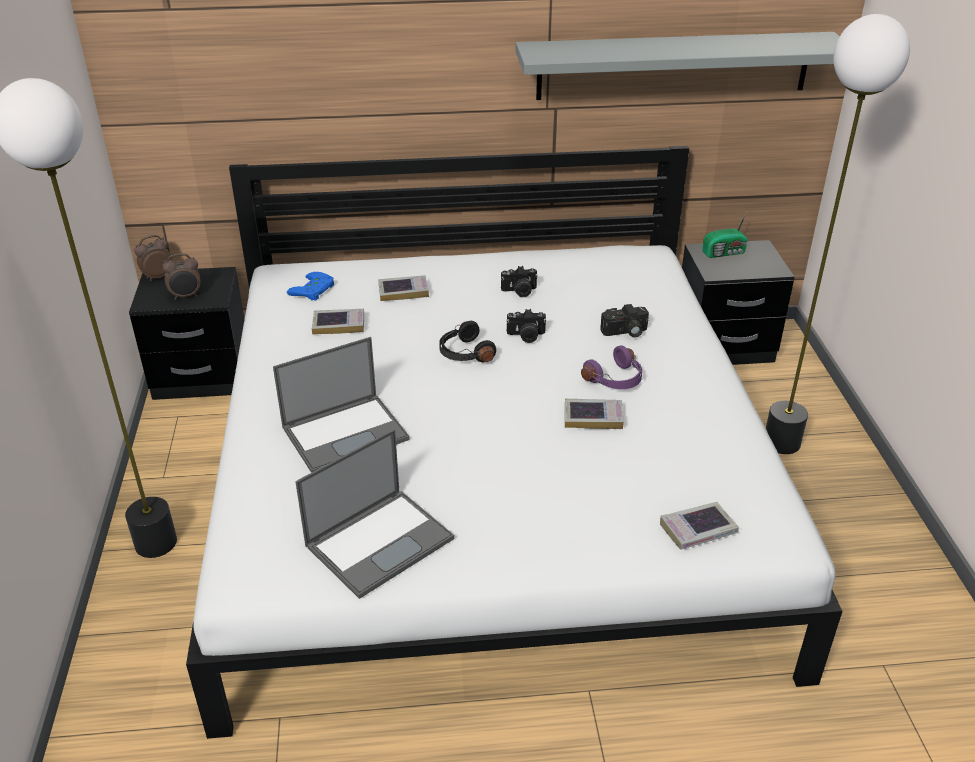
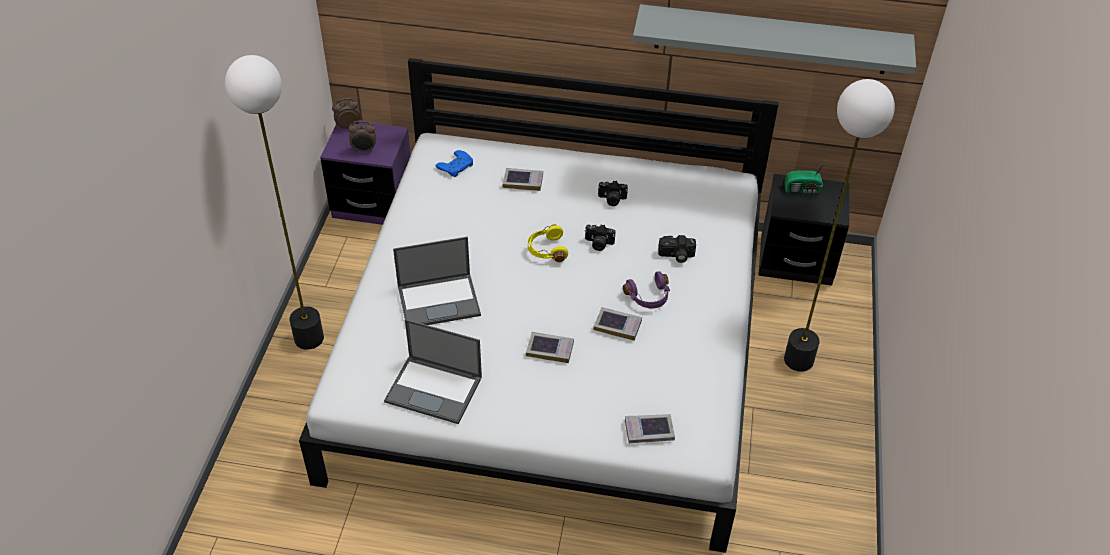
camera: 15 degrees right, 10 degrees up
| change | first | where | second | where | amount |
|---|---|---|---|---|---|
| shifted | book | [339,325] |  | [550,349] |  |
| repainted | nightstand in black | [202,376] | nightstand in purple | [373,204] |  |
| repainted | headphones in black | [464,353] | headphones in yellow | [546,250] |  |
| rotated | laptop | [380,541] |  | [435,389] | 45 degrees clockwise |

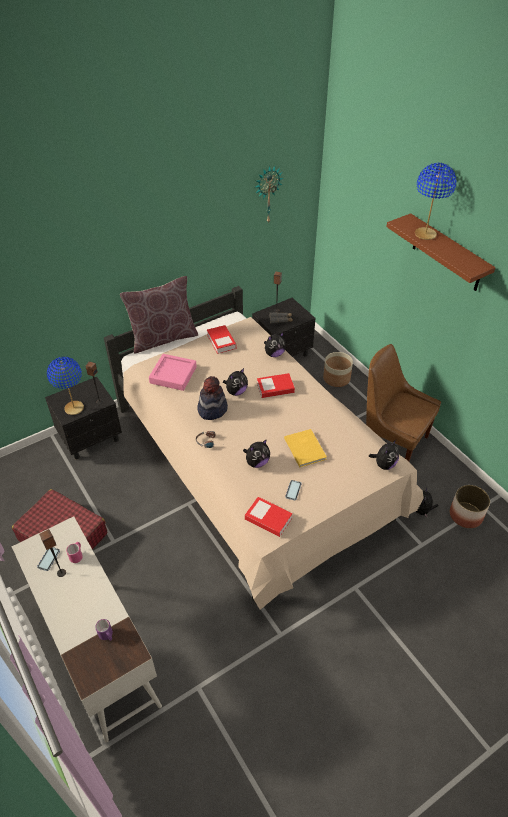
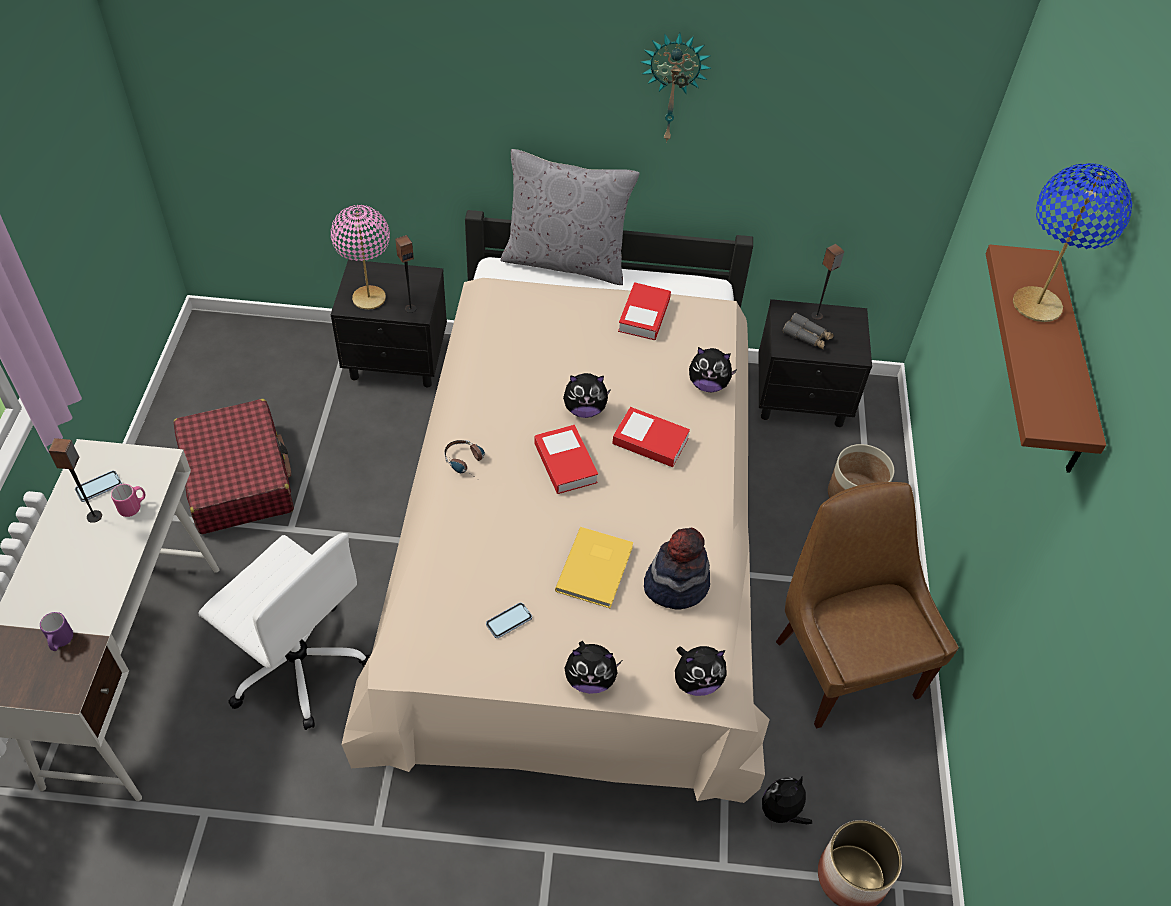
camera: 35 degrees right, 5 degrees up
| change | first | where | second | where | amount |
|---|---|---|---|---|---|
| gone | tray in pink | [173,375] |  |  |  |
| new |  |  | office chair in white | [298,663] |  |
| shifted | hat | [212,409] |  | [676,584] |  |
| shifted | plush toy | [257,462] |  | [590,679] |  |
| shifted | book | [268,519] |  | [565,463] |  |
| shifted | wall clock | [267,194] |  | [673,86] |  |
| repainted | table lamp in blue | [74,408] | table lamp in pink | [369,299] |  |
| repainted | pillow in brown | [163,338] | pillow in grey | [565,261] |  |

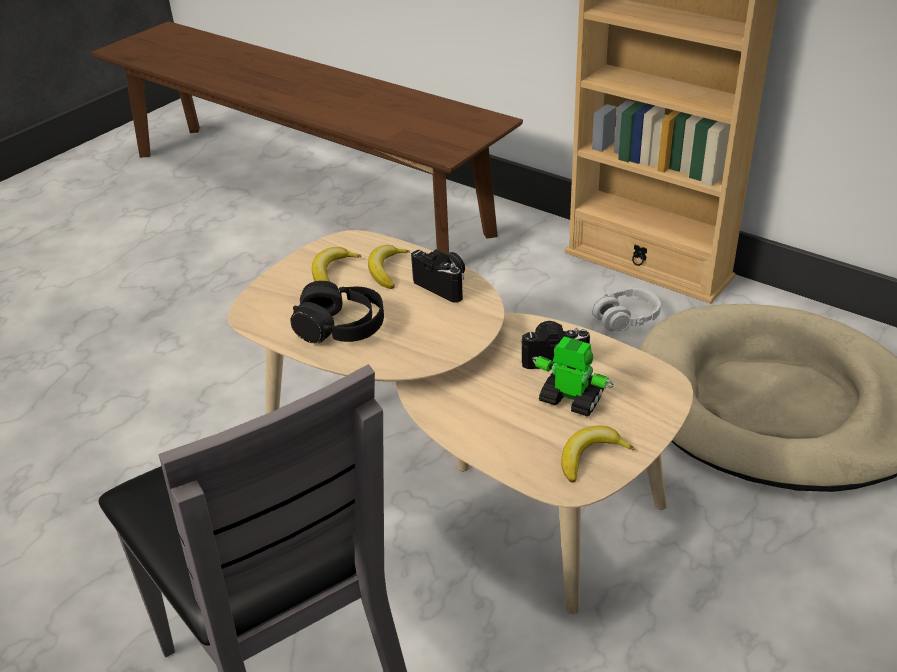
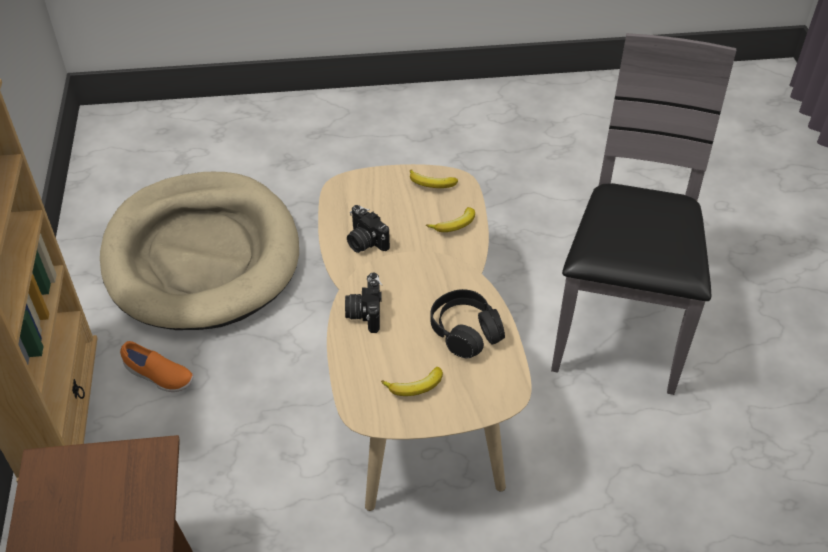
camera: 135 degrees left, 10 degrees up
| change | first | where | second | where | amount |
|---|---|---|---|---|---|
| gone | toy robot | [570,399] |  |  |  |
| shifted | banana | [386,270] |  | [454,225] |  |
| swapped | headphones in grey | [626,318] | shoe in orange | [159,377] |  |

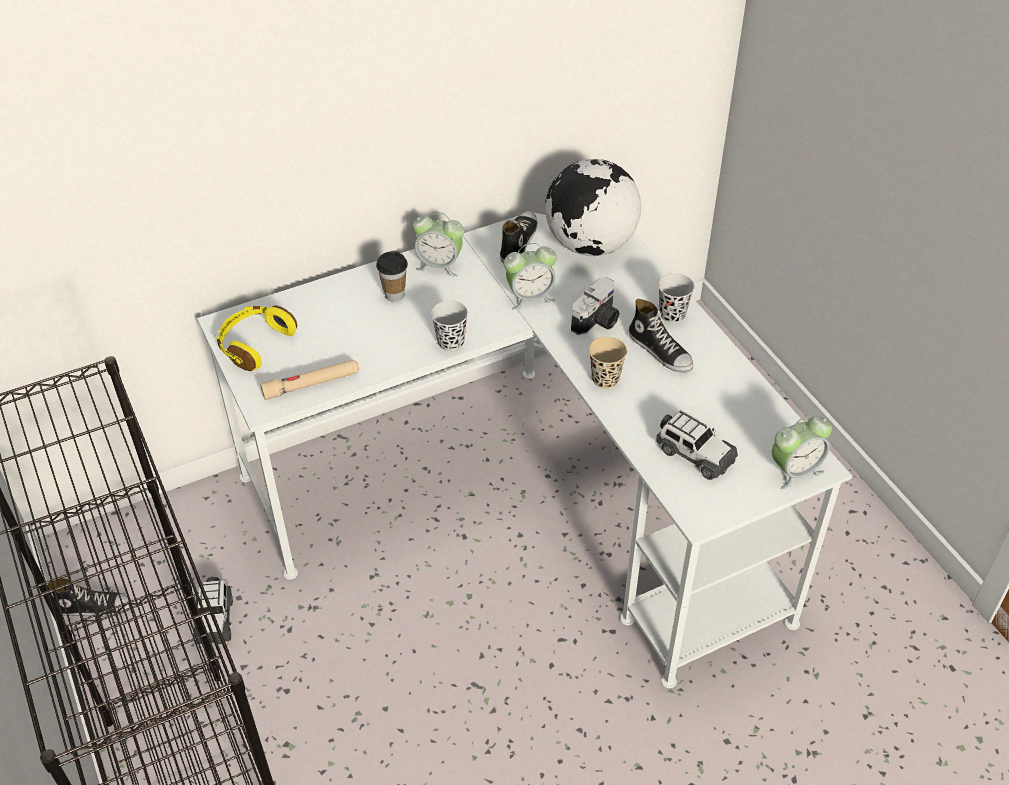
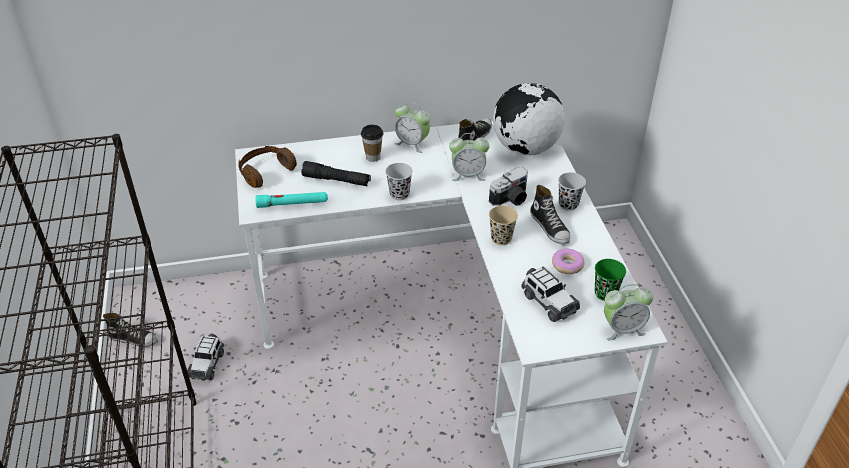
camera: 15 degrees right, 5 degrees down
| change | first | where | second | where | amount |
|---|---|---|---|---|---|
| new |  |  | flashlight in black | [336,180] |  |
| new |  |  | donut | [567,265] |  |
| new |  |  | cup in green | [605,293] |  |
| repainted | headphones in yellow | [254,344] | headphones in brown | [265,172] |  |
| repainted | flashlight in beige | [311,384] | flashlight in turquoise | [292,204] |  |

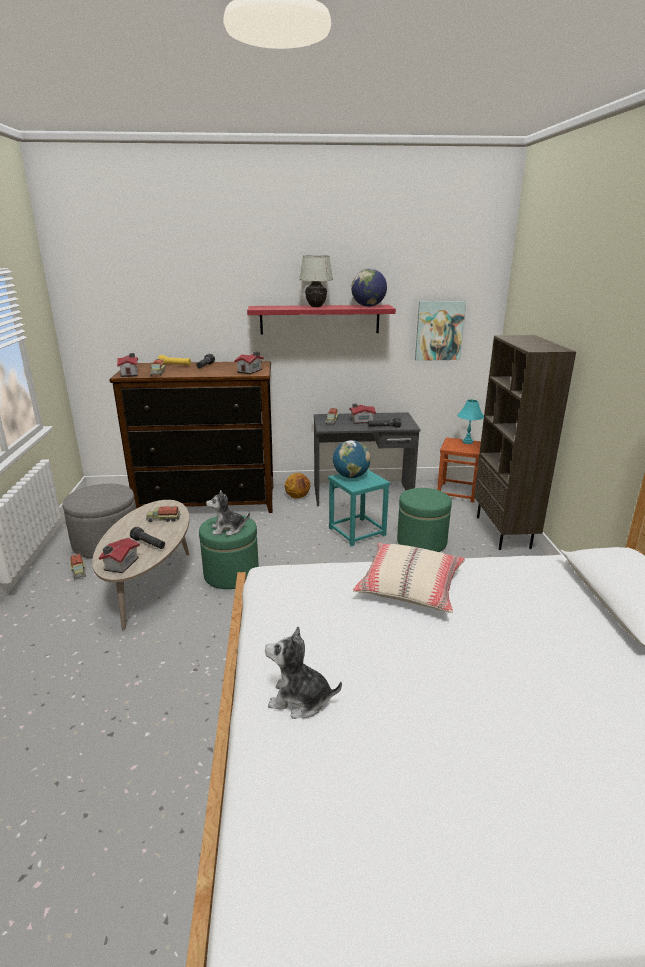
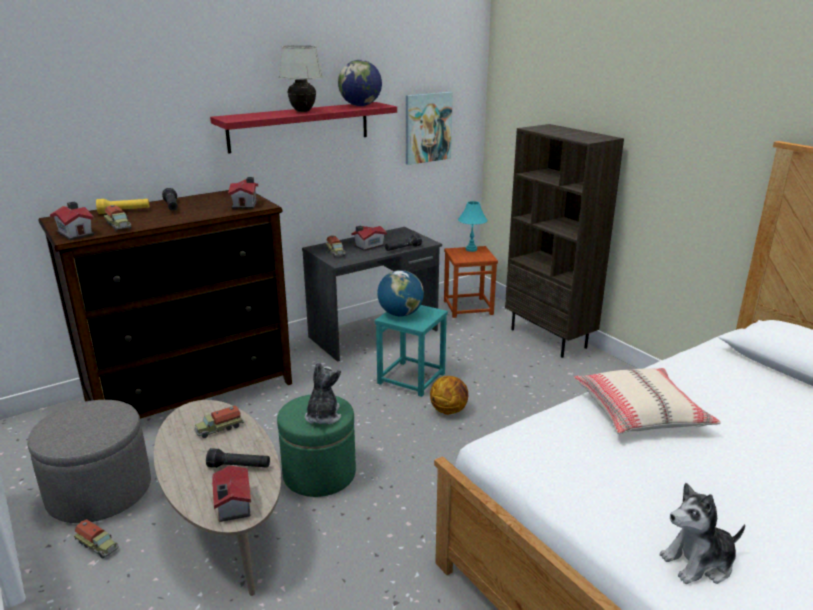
camera: 30 degrees left, 0 degrees up
| change | first | where | second | where | amount |
|---|---|---|---|---|---|
| gone | ottoman in green | [421,542] |  |  |  |
| shifted | basketball | [298,497] |  | [449,410] |  |
| rotated | plush toy | [228,529] |  | [323,416] | 135 degrees clockwise |

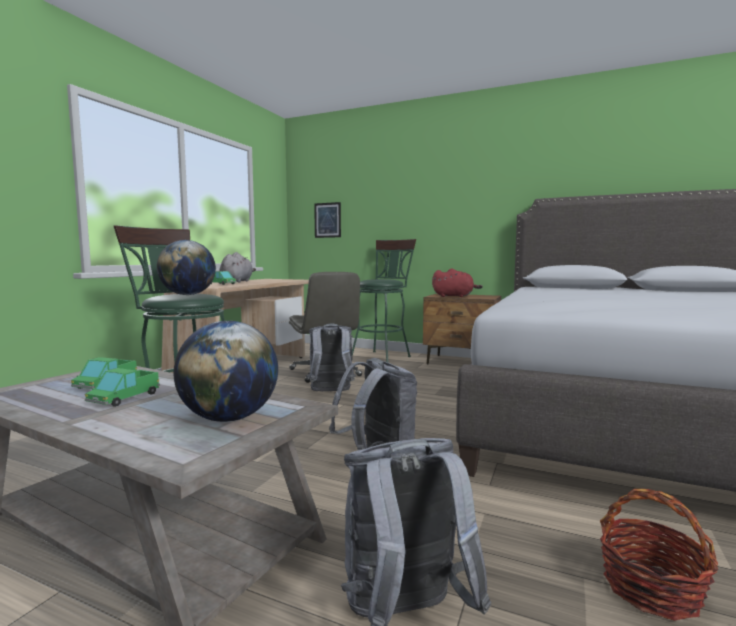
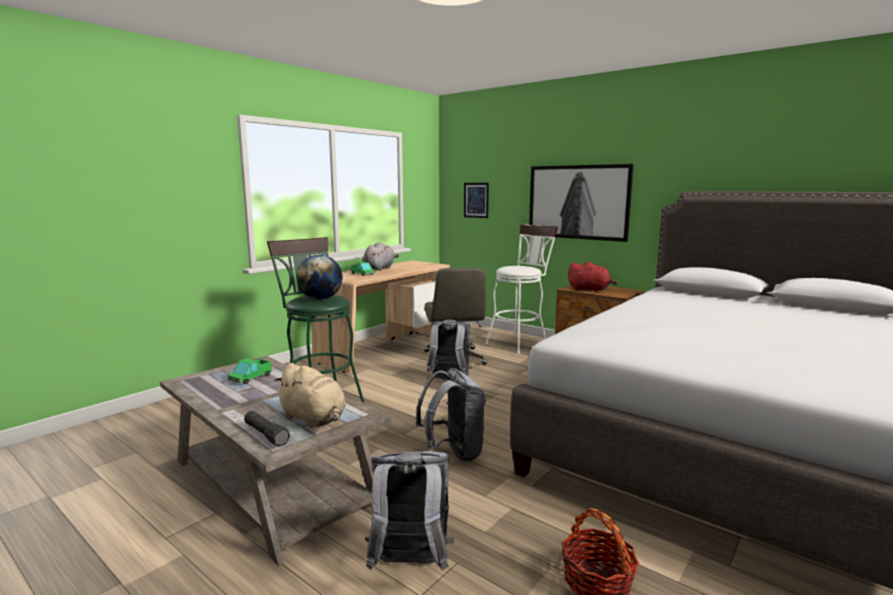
camera: 15 degrees right, 5 degrees up
| change | first | where | second | where | amount |
|---|---|---|---|---|---|
| gone | toy truck | [124,398] |  |  |  |
| new |  |  | flashlight in black | [266,435] |  |
| new |  |  | picture | [578,202] |  |
| swapped | globe | [229,418] | plush toy in beige | [314,419] |  |
| repainted | stool in green | [383,357] | stool in white | [519,343] |  |

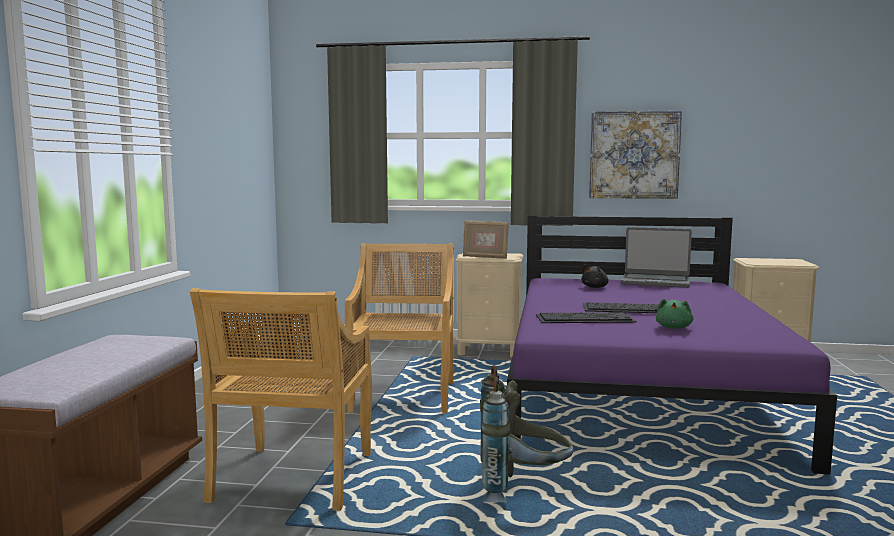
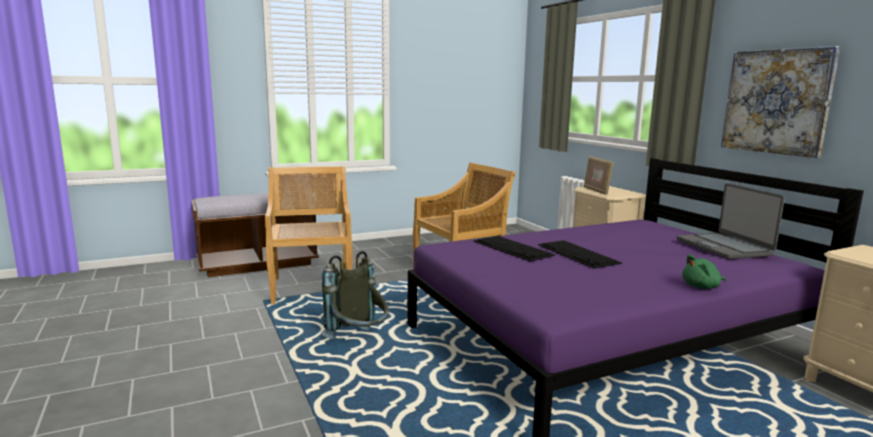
camera: 55 degrees right, 5 degrees up
| change | first | where | second | where | amount |
|---|---|---|---|---|---|
| gone | plush toy in black | [595,287] |  |  |  |
| shifted | plush toy in green | [674,327] |  | [702,287] |  |
| rotated | chair in beige | [293,479] |  | [311,288] | 105 degrees clockwise |

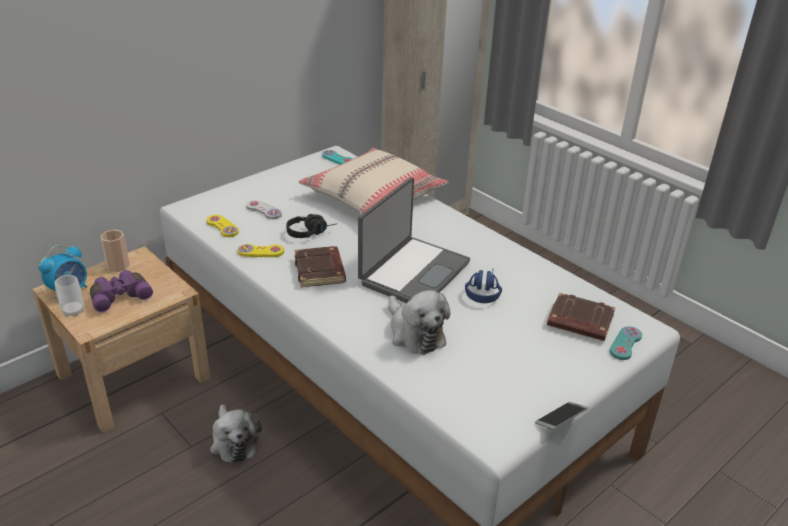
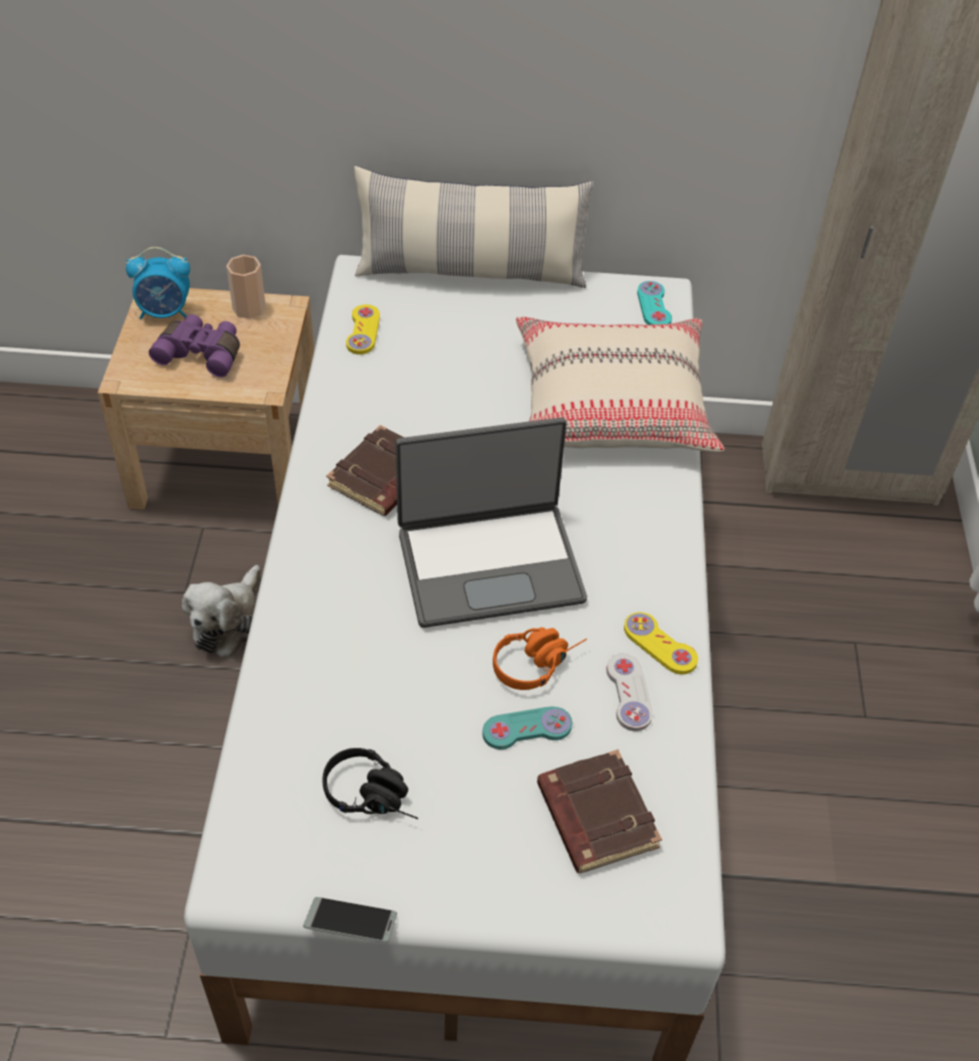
camera: 45 degrees right, 15 degrees up
| change | first | where | second | where | amount |
|---|---|---|---|---|---|
| gone | cup | [73,311] |  |  |  |
| gone | plush toy | [415,333] |  |  |  |
| new |  |  | pillow | [471,272] |  |
| shifted | game controller in yellow | [260,252] |  | [660,645] |  |
| shifted | game controller in white | [264,211] |  | [628,693] |  |
| shifted | headphones in black | [311,232] |  | [375,796] |  |
| shifted | game controller in turquoise | [625,344] |  | [527,729] |  |
| repainted | headphones in blue | [483,291] | headphones in orange | [537,662] |  |

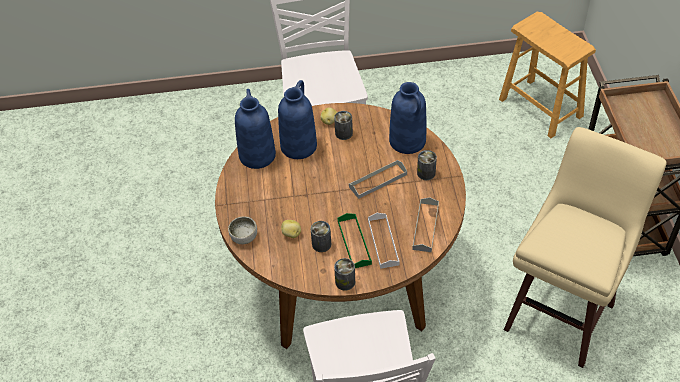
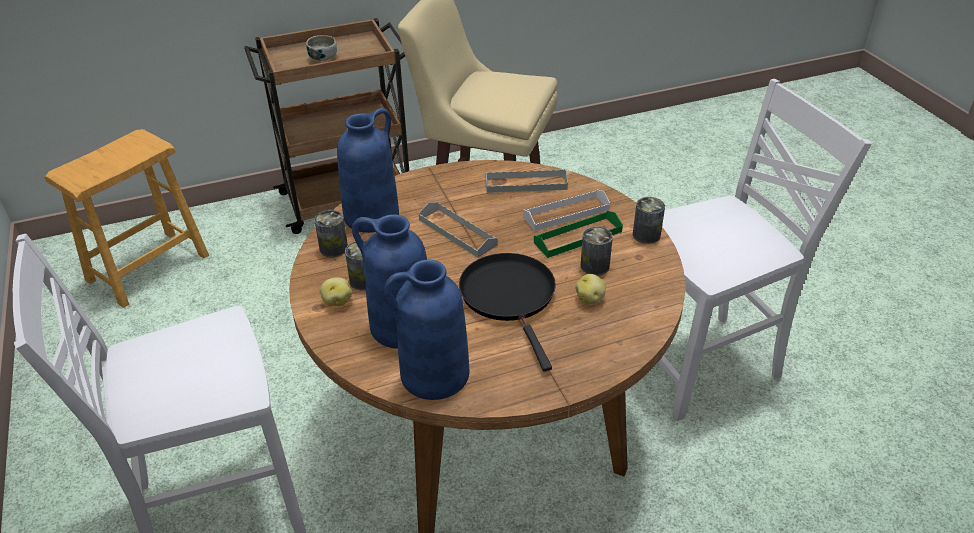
camera: 105 degrees left, 10 degrees down
| change | first | where | second | where | amount |
|---|---|---|---|---|---|
| new |  |  | frying pan in black | [510,297] |  |
| shifted | bowl | [244,237] |  | [323,58] |  |
| shifted | can | [426,173] |  | [333,248] |  |

